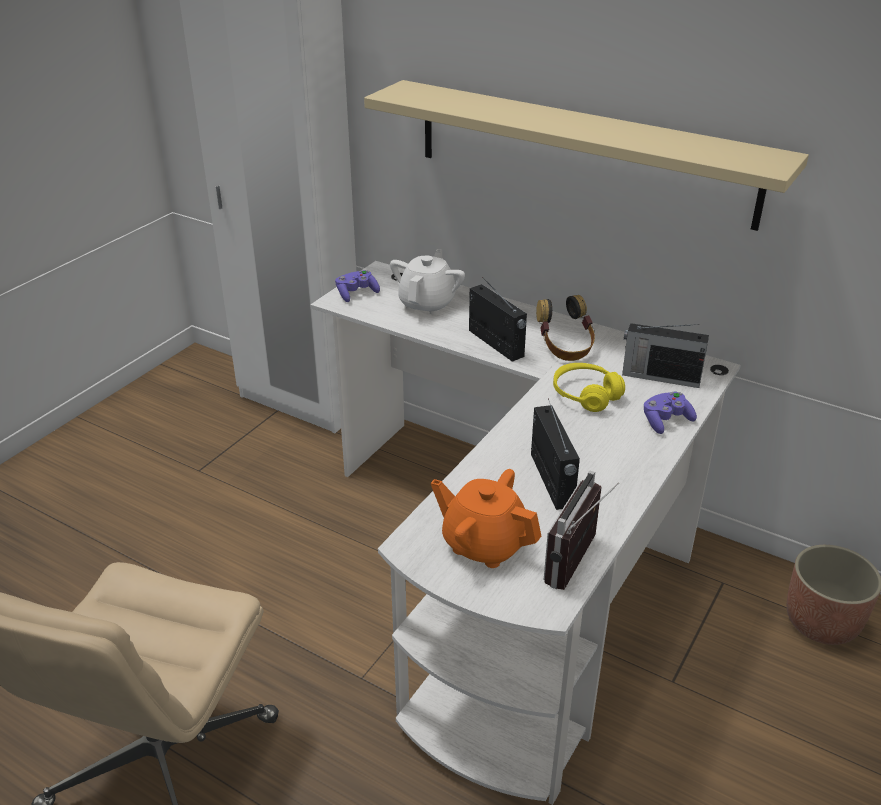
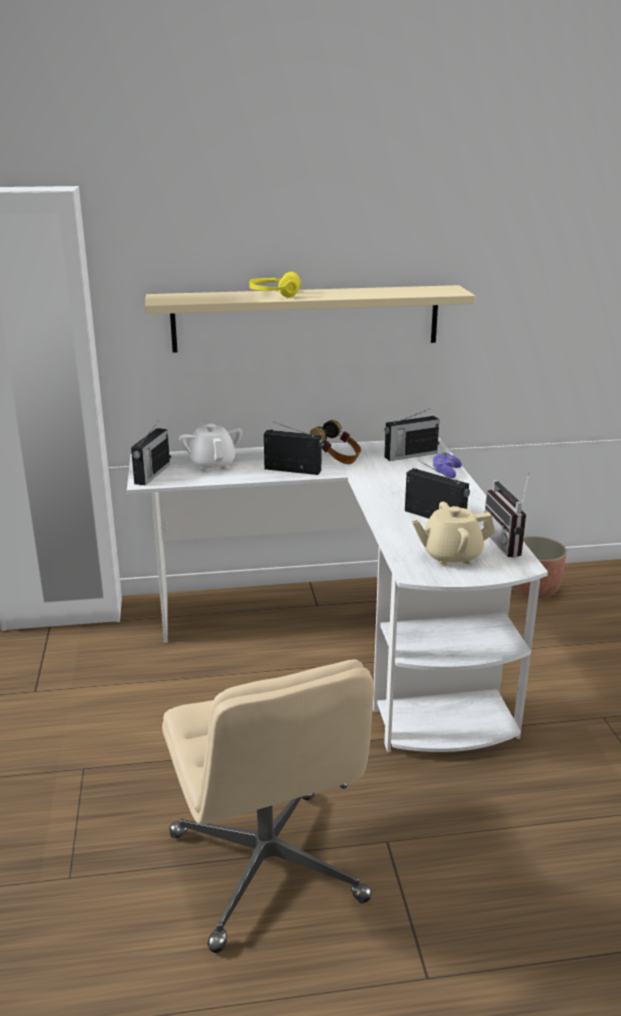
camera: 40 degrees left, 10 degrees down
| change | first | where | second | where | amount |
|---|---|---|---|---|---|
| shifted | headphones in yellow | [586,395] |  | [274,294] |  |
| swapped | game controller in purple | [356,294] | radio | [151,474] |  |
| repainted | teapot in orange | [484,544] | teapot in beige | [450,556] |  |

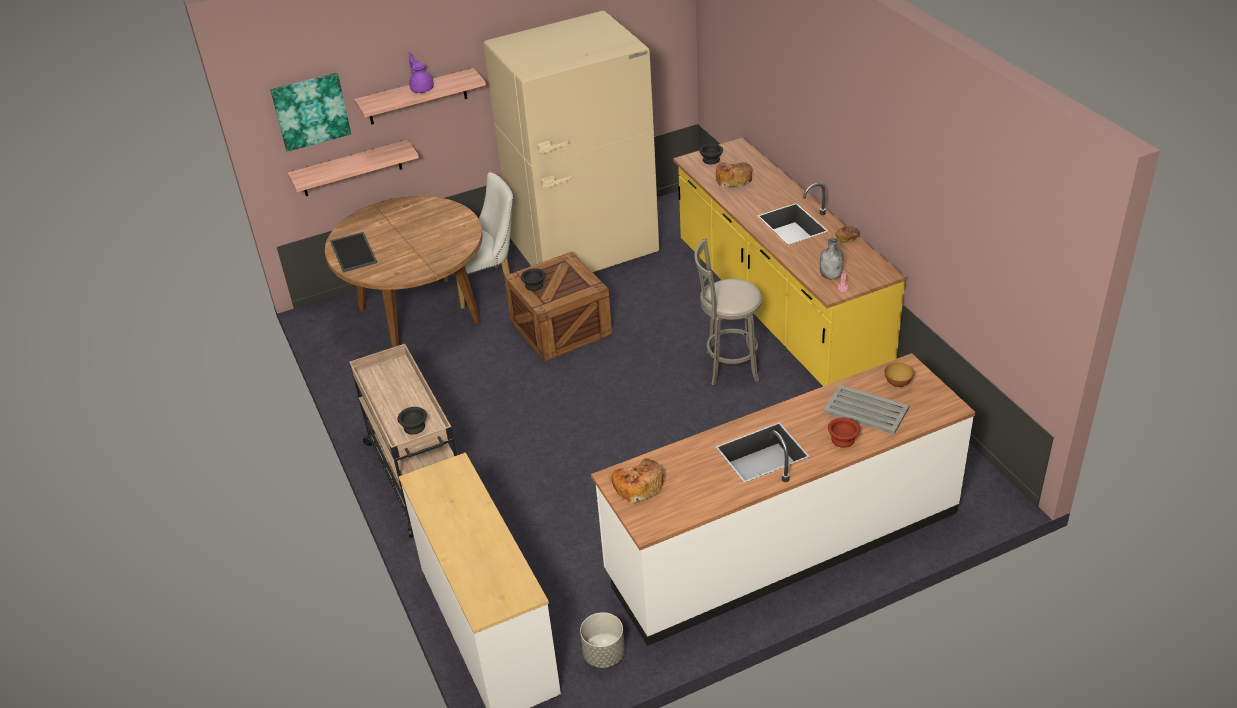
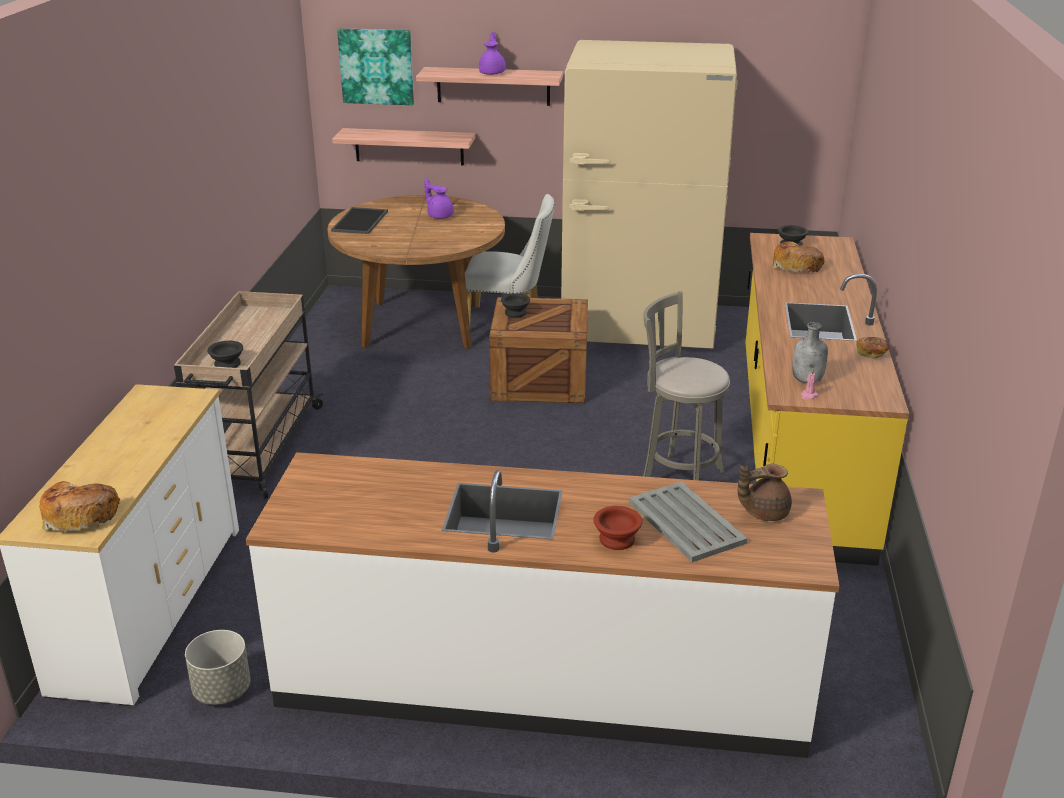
camera: 30 degrees right, 10 degrees down
| change | first | where | second | where | amount |
|---|---|---|---|---|---|
| new |  |  | teapot in purple | [439,216] |  |
| shifted | bread | [637,485] |  | [80,515] |  |
| swapped | bowl | [897,384] | teapot in brown | [763,512] |  |

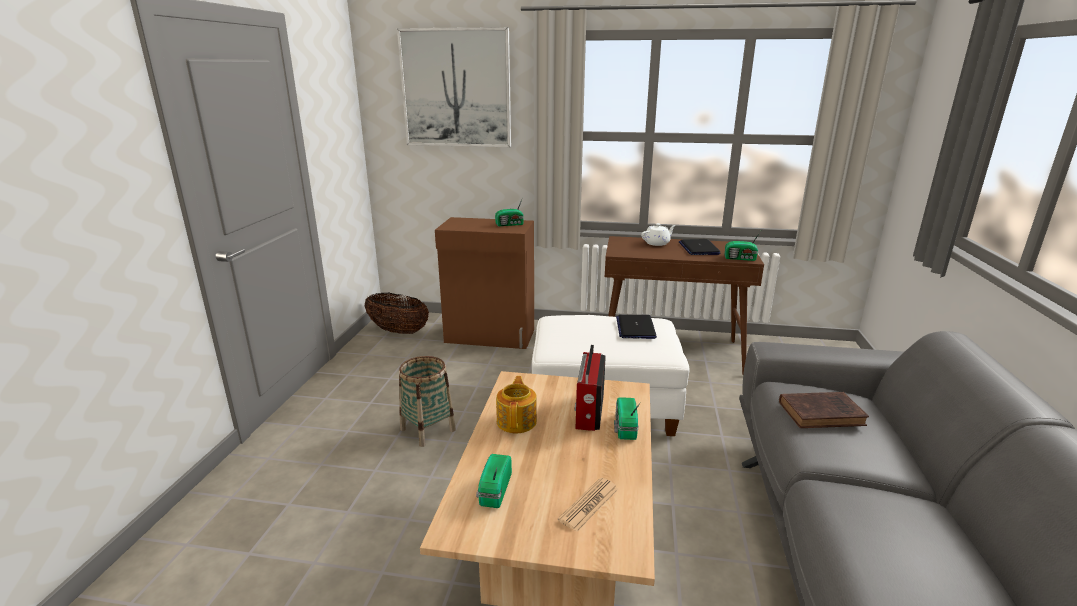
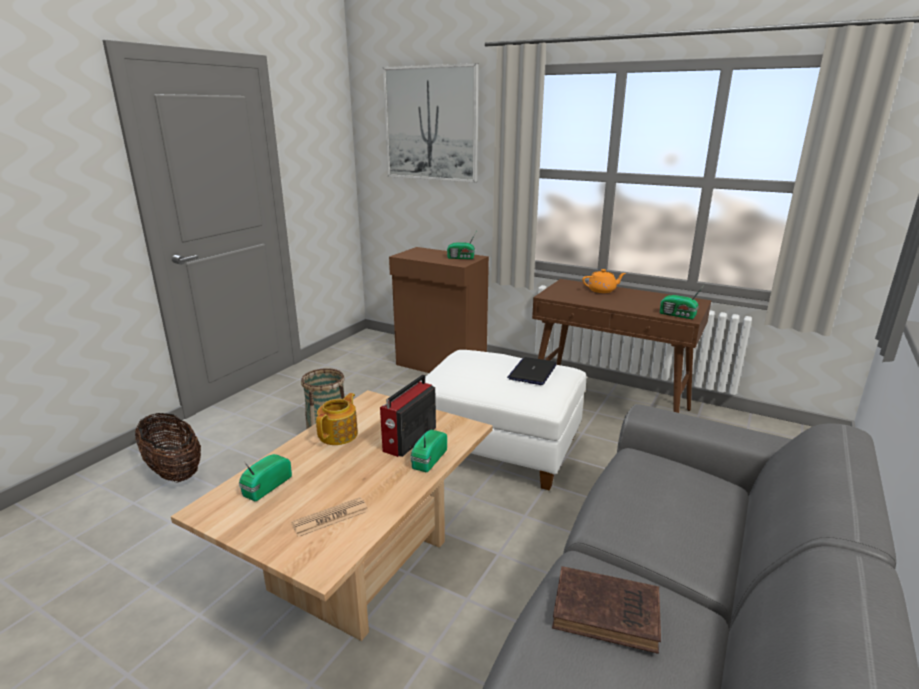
camera: 20 degrees right, 0 degrees up
| change | first | where | second | where | amount |
|---|---|---|---|---|---|
| gone | laptop | [698,248] |  |  |  |
| shifted | basket | [398,331] |  | [174,471] |  |
| shifted | book in brown | [823,414] |  | [609,613] |  |
| repainted | teapot in white | [657,243] | teapot in orange | [602,290] |  |

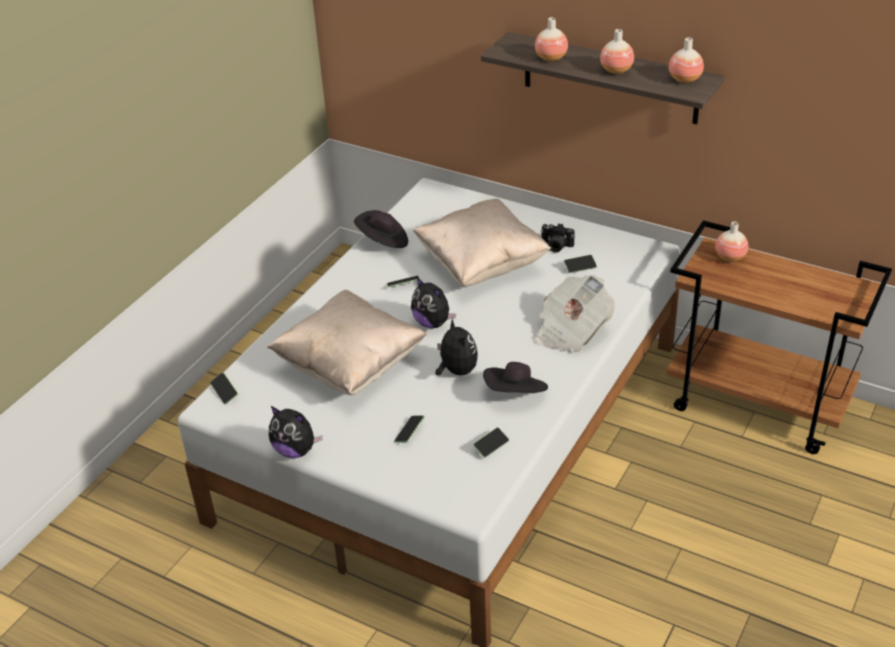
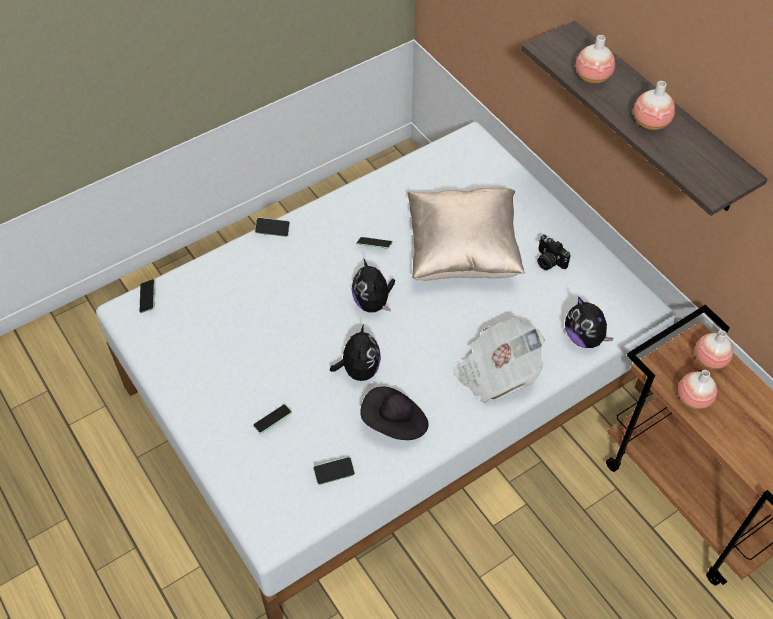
camera: 25 degrees right, 15 degrees up
| change | first | where | second | where | amount |
|---|---|---|---|---|---|
| gone | pillow in beige | [350,365] |  |  |  |
| gone | hat in black | [383,241] |  |  |  |
| shifted | plush toy | [295,450] |  | [584,338] |  |
| shifted | phone | [580,267] |  | [272,230] |  |
| shifted | vase | [684,79] |  | [693,398] |  |

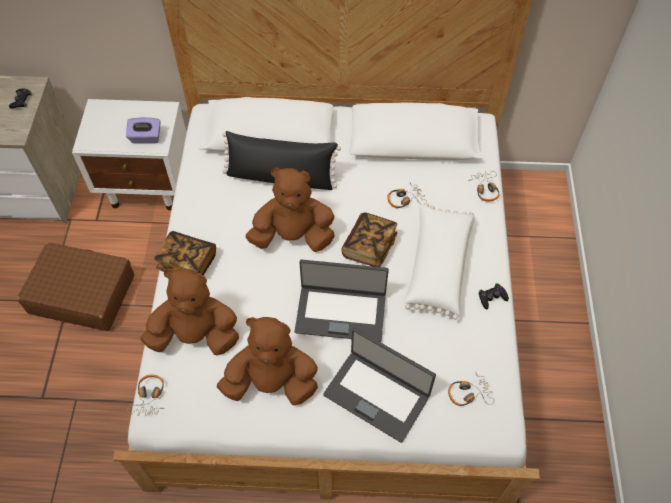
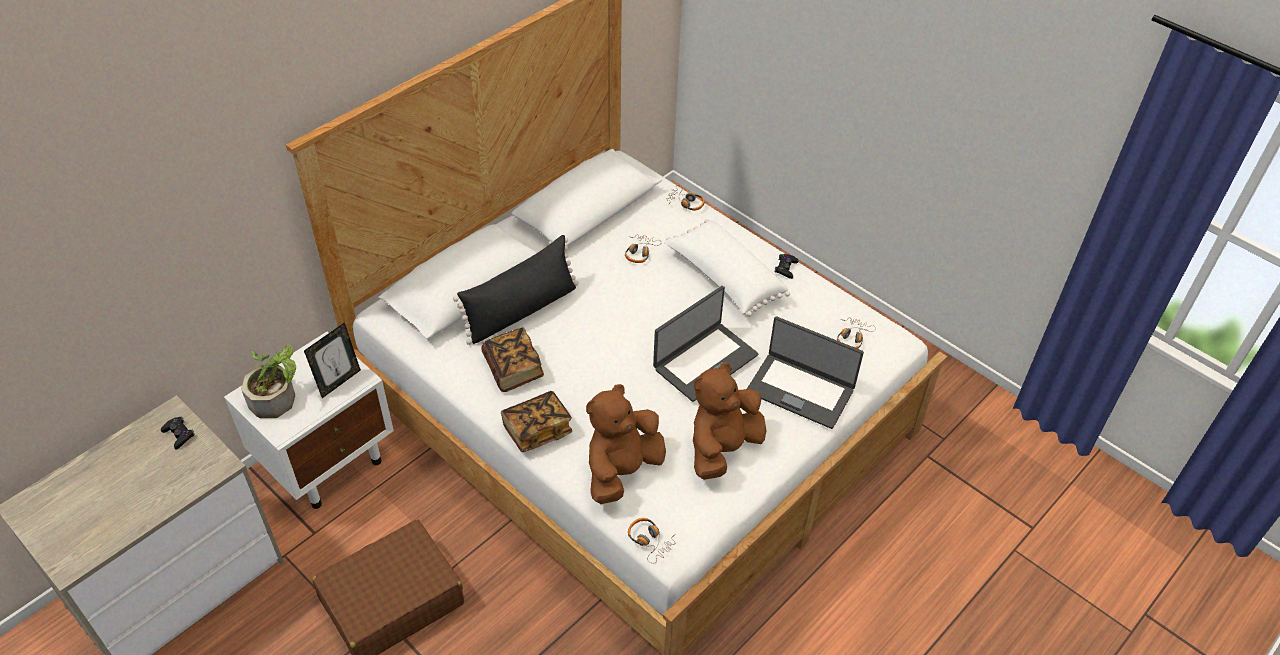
camera: 50 degrees left, 10 degrees down
| change | first | where | second | where | amount |
|---|---|---|---|---|---|
| gone | plush toy in brown | [293,236] |  |  |  |
| new |  |  | potted plant | [277,396] |  |
| shifted | book | [369,247] |  | [513,369] |  |
| swapped | tissue box in purple | [146,138] | picture frame | [338,382] |  |
| rotated | laptop | [377,394] |  | [800,390] | 45 degrees clockwise |

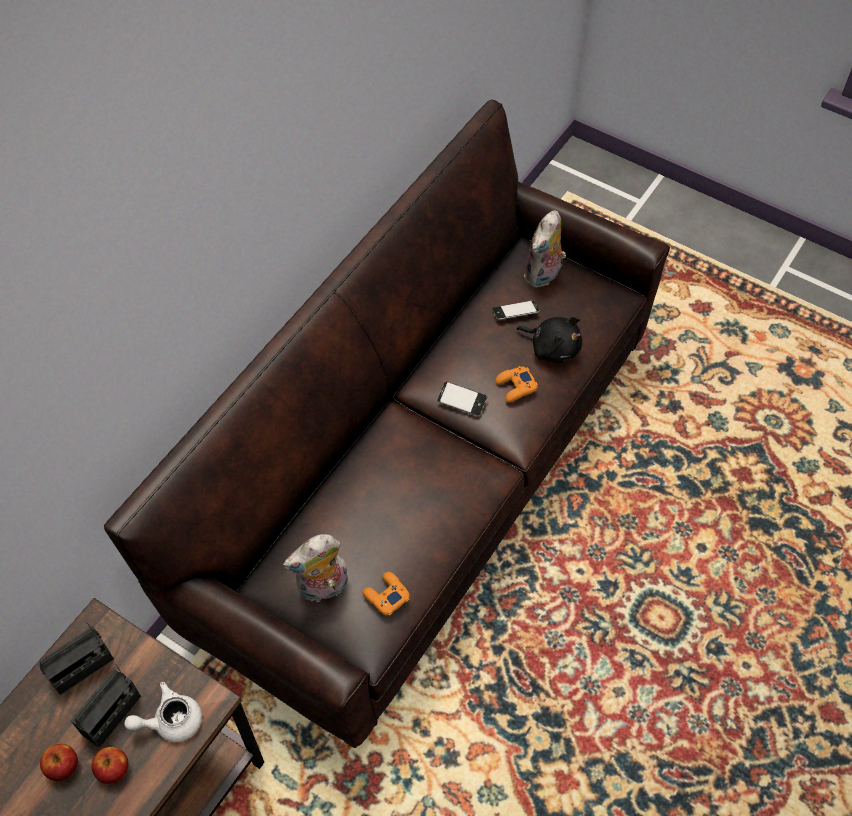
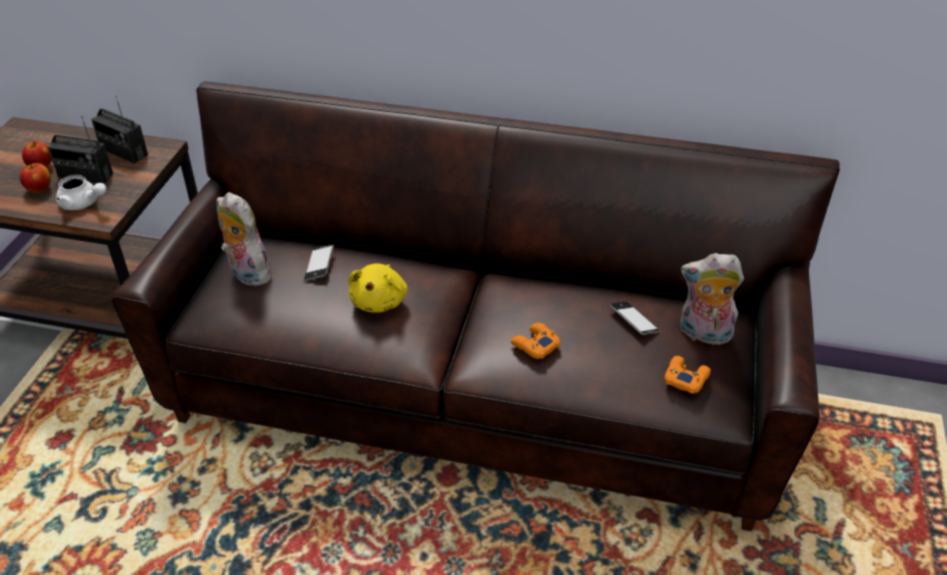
camera: 70 degrees right, 15 degrees down
| change | first | where | second | where | amount |
|---|---|---|---|---|---|
| gone | plush toy in black | [552,348] |  |  |  |
| new |  |  | plush toy in yellow | [380,301] |  |
| shifted | game controller in orange | [386,595] |  | [685,378] |  |
| shifted | phone | [462,401] |  | [319,265] |  |
| rotated | teapot in white | [170,721] |  | [83,203] | 150 degrees clockwise |

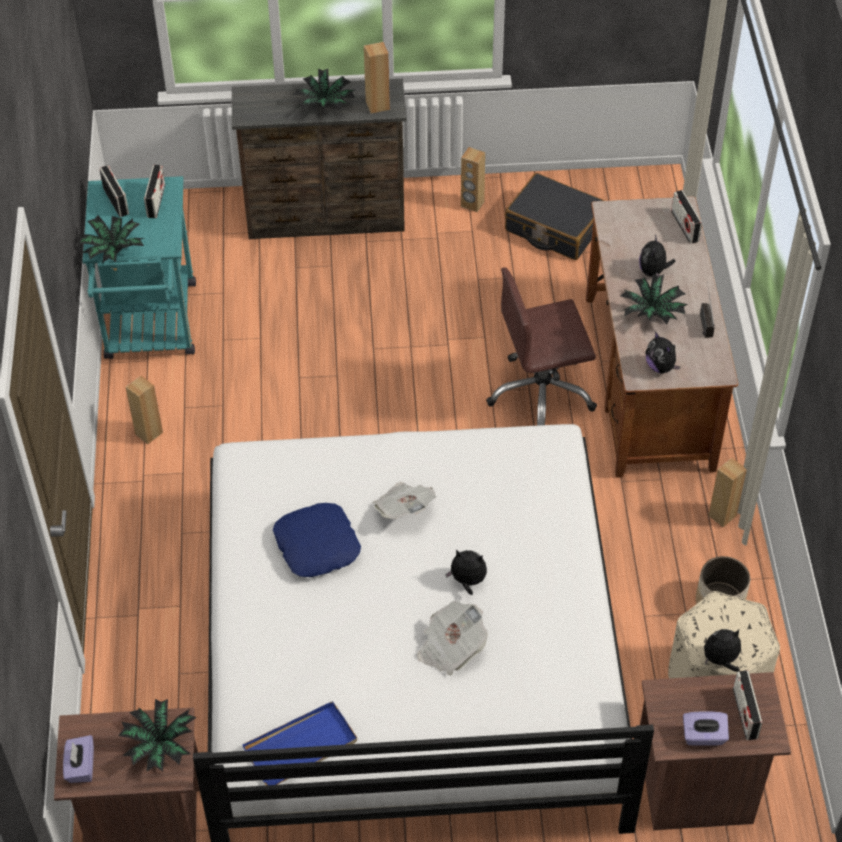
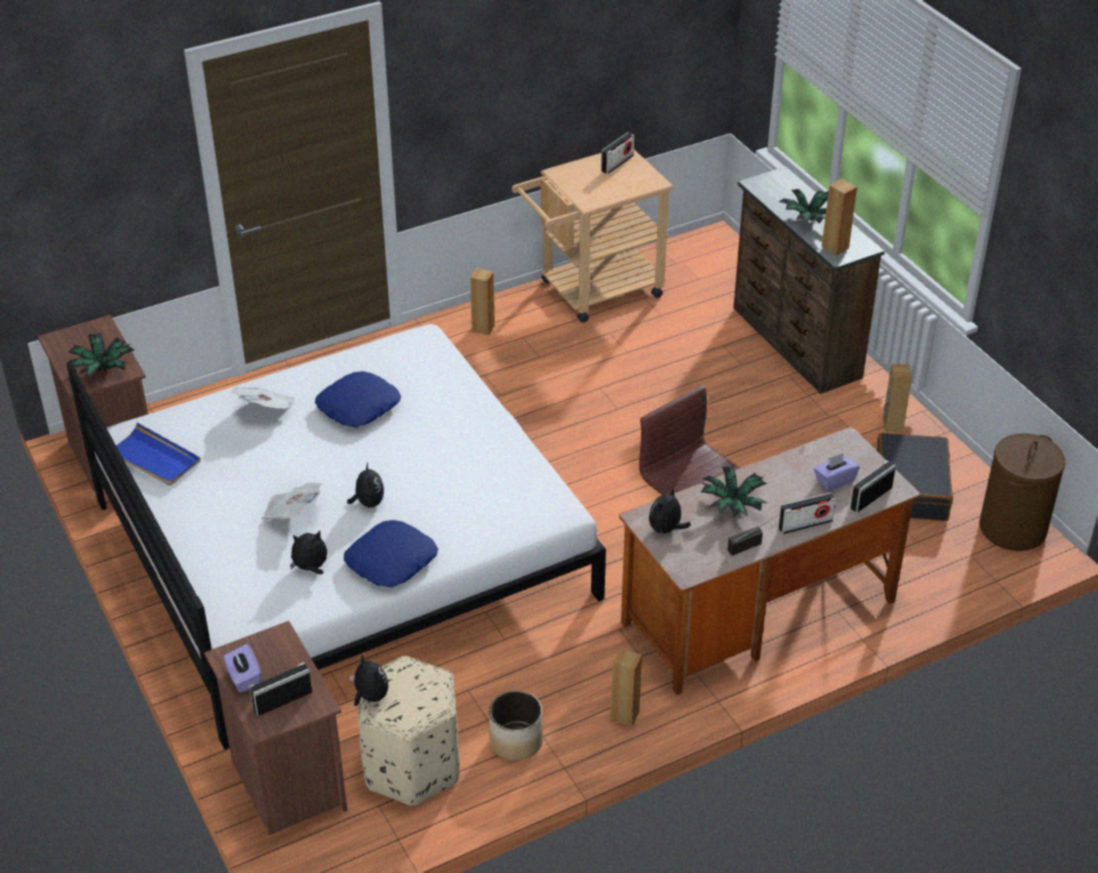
camera: 65 degrees right, 10 degrees down
| change | first | where | second | where | amount |
|---|---|---|---|---|---|
| gone | potted plant | [113,250] |  |  |  |
| new |  |  | pillow in blue | [390,560] |  |
| new |  |  | laundry basket in brown | [1012,529] |  |
| shifted | tissue box in purple | [81,767] |  | [834,480] |  |
| shifted | radio | [156,201] |  | [805,524] |  |
| shifted | newspaper | [404,509] |  | [267,410] |  |
| shifted | plush toy | [653,272] |  | [311,568] |  |
| repainted | cart in turquoise | [151,329] | cart in beige | [592,291] |  |

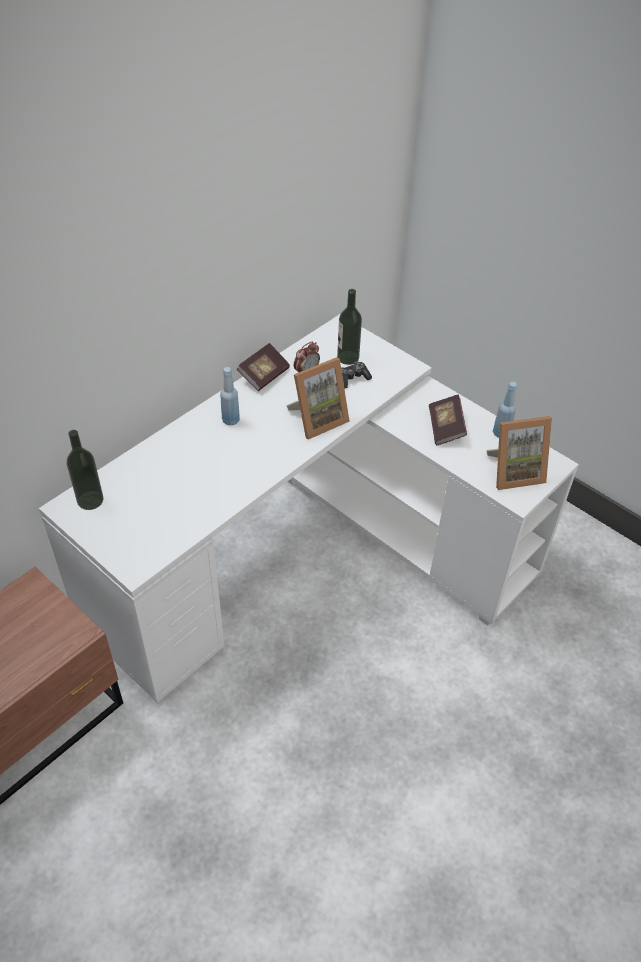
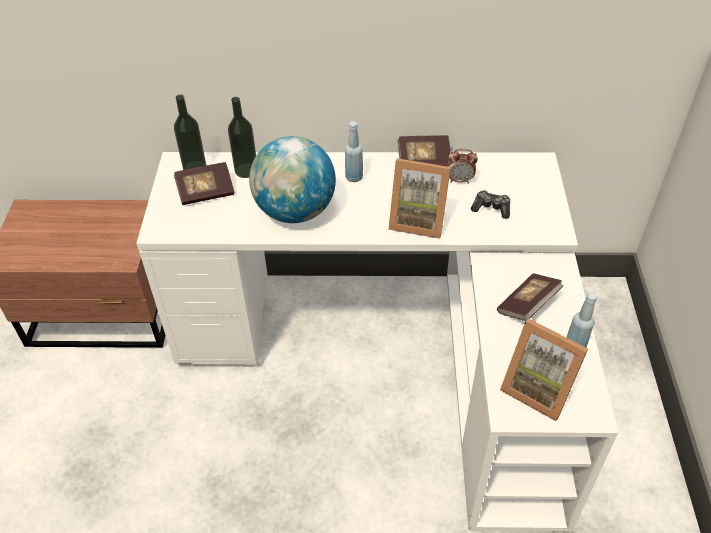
camera: 50 degrees right, 0 degrees up
| change | first | where | second | where | amount |
|---|---|---|---|---|---|
| new |  |  | book | [206,192] |  |
| new |  |  | globe | [295,211] |  |
| shifted | bottle | [348,357] |  | [246,170] |  |

